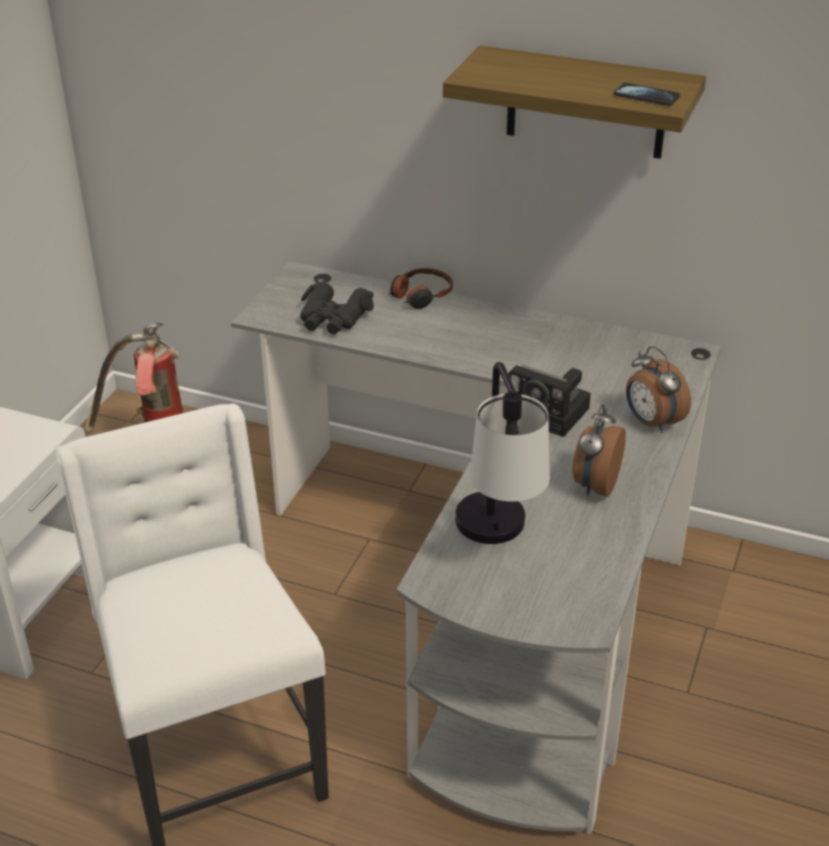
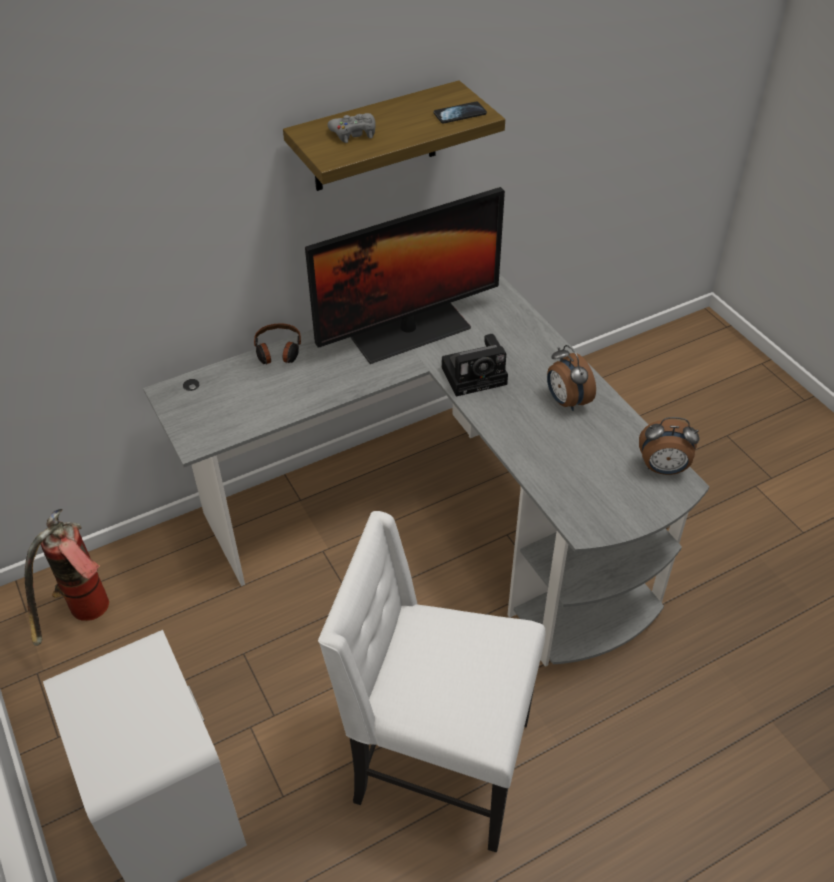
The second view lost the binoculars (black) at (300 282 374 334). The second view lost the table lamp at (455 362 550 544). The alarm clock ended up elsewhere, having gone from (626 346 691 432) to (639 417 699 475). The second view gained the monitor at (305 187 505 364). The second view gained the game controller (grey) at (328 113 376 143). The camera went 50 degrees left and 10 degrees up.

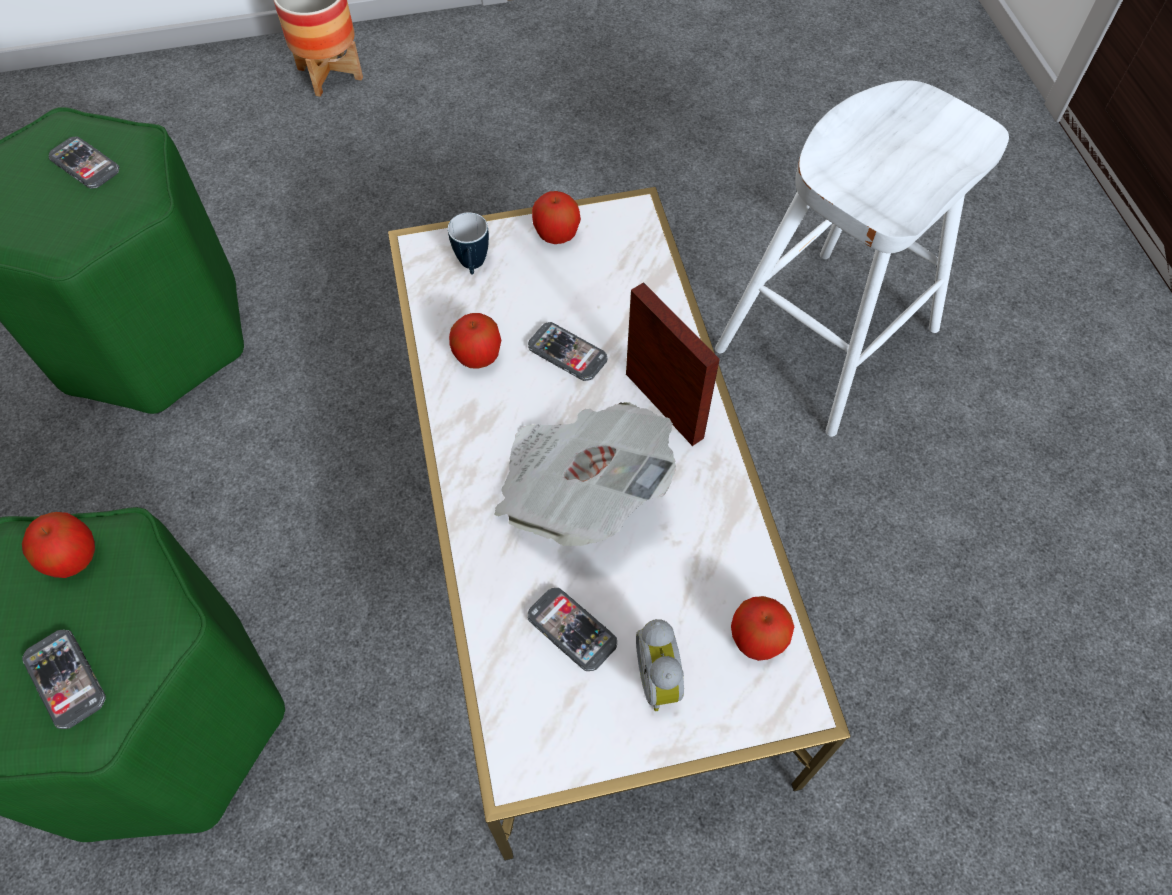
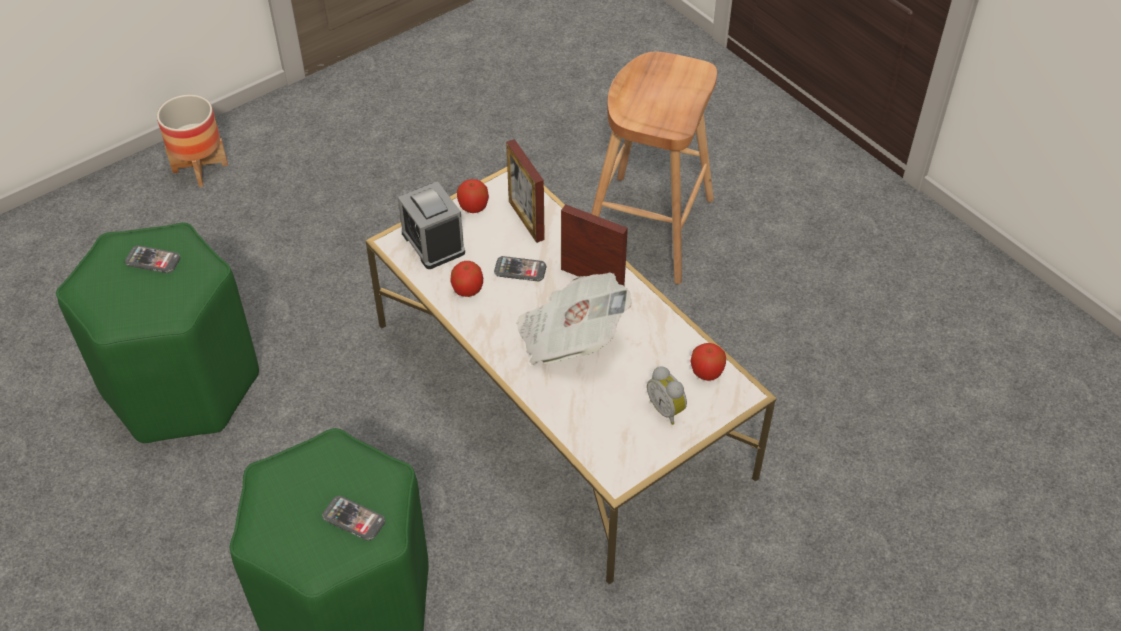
The second view lost the apple at (22 512 95 578). Where the mug stood at (448 212 489 274), the alarm clock came to stand at (398 181 465 269). The second view lost the phone at (528 588 617 671). What was the stool (white) at (715 80 1009 437) turned into the stool (brown) at (591 52 717 284). The second view gained the picture frame at (506 139 545 243). The camera went 25 degrees left and 10 degrees down.

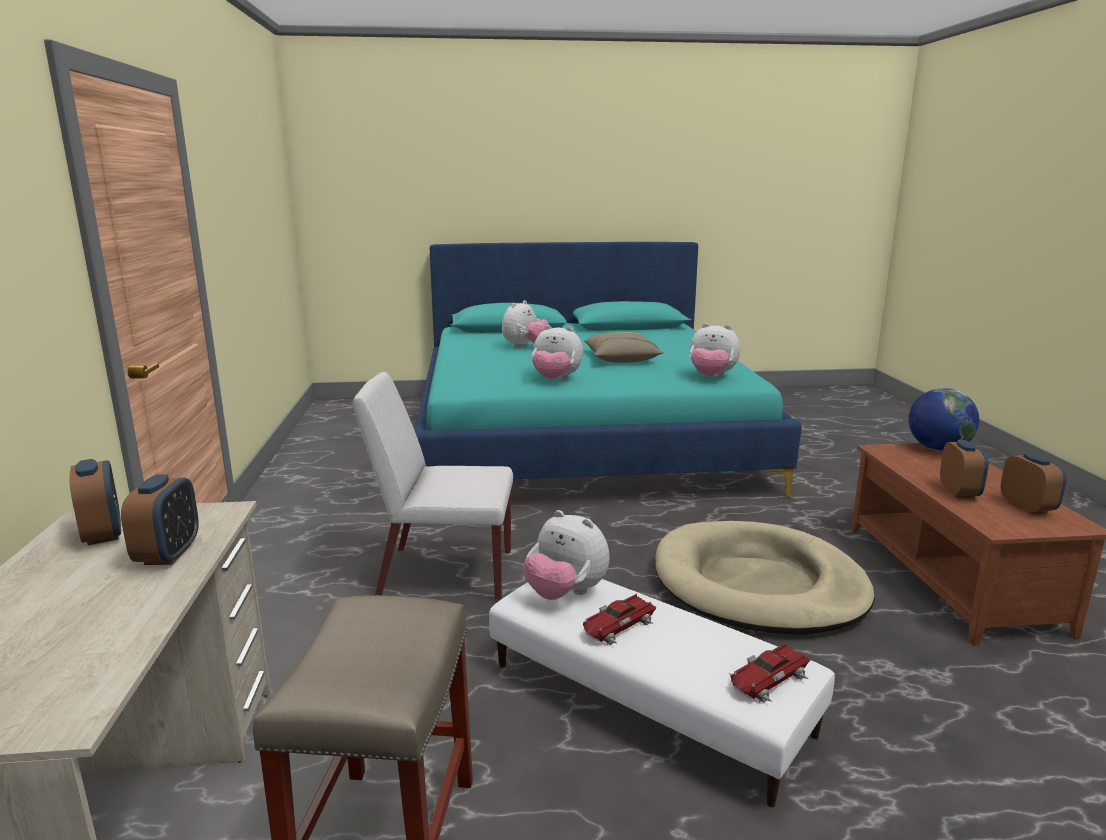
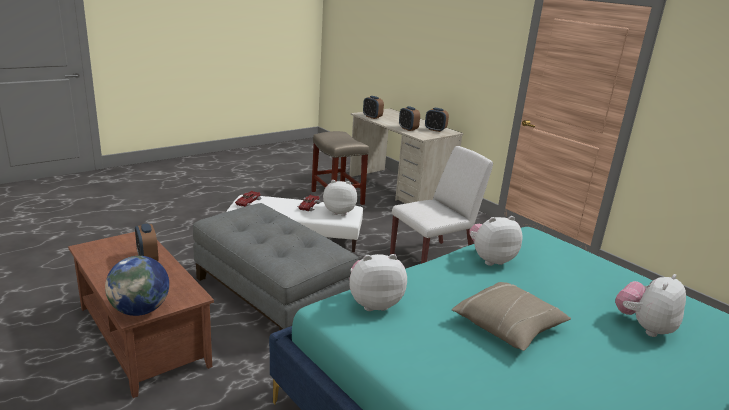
The plush toy at (502 300 549 348) ended up facing another way, 45 degrees clockwise from before. Where the dog bed (beige) stood at (656 521 874 635), the ottoman (grey) came to stand at (193 203 358 330). The alarm clock ended up elsewhere, having gone from (1001 453 1067 514) to (363 96 384 119). The camera went 145 degrees right and 5 degrees up.

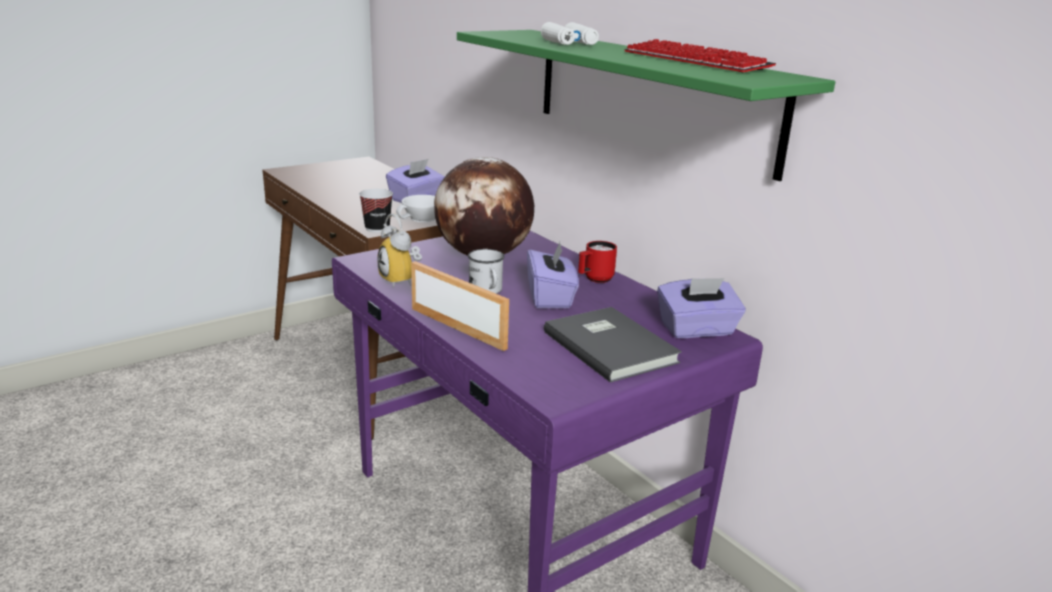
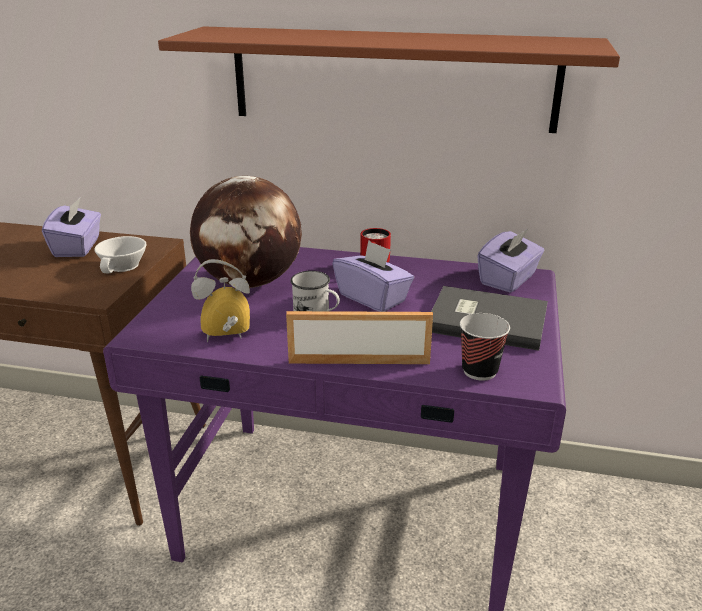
The cup ended up elsewhere, having gone from (359 189 393 233) to (460 313 510 381). The alarm clock at (377 213 422 287) ended up facing another way, 150 degrees clockwise from before. What was the shelf (green) at (457 30 835 181) turned into the shelf (brown) at (158 26 620 133). The second view lost the binoculars (white) at (541 22 599 45). The second view lost the keyboard at (624 39 776 72). The camera went 40 degrees left and 5 degrees up.

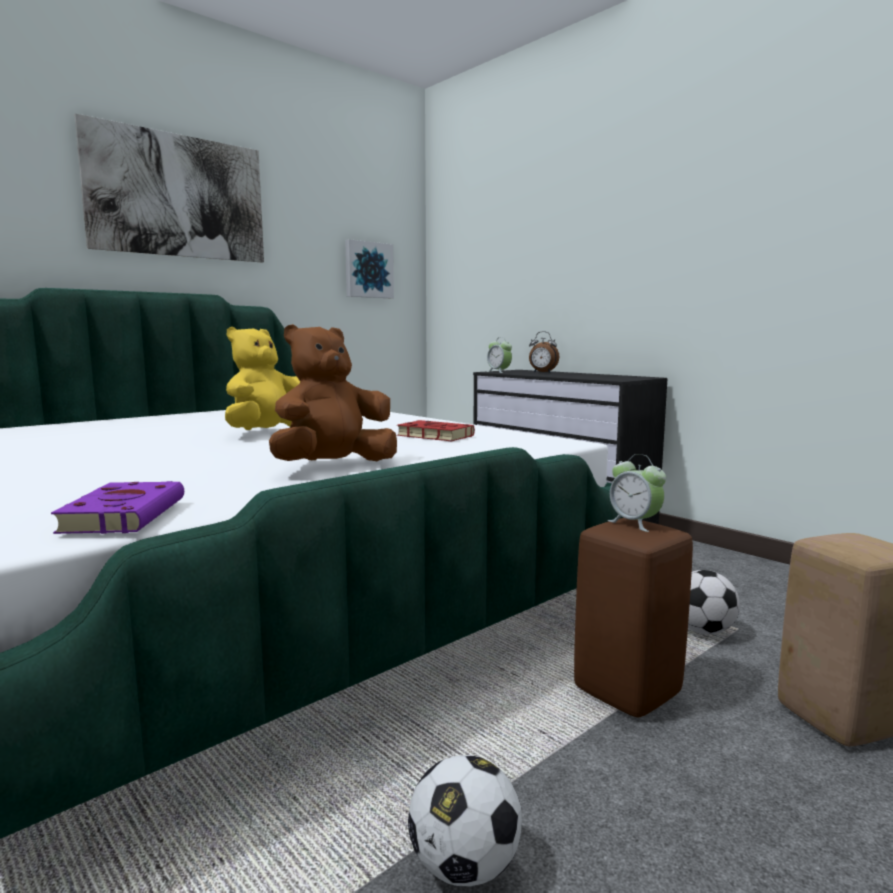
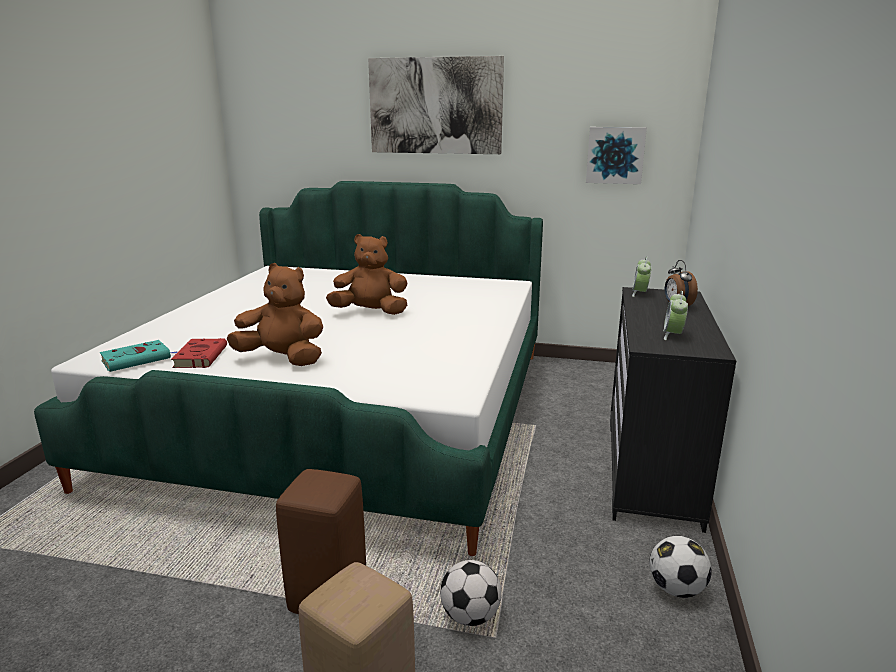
What was the book (purple) at (51 481 184 534) turned into the book (turquoise) at (100 340 177 372). What was the plush toy (yellow) at (225 327 300 430) turned into the plush toy (brown) at (326 234 407 315). The book (red) ended up elsewhere, having gone from (397 420 475 441) to (171 338 227 368). The football ended up elsewhere, having gone from (408 755 522 886) to (649 536 712 598). The alarm clock ended up elsewhere, having gone from (607 454 666 532) to (663 291 688 340). The camera went 55 degrees right and 10 degrees up.

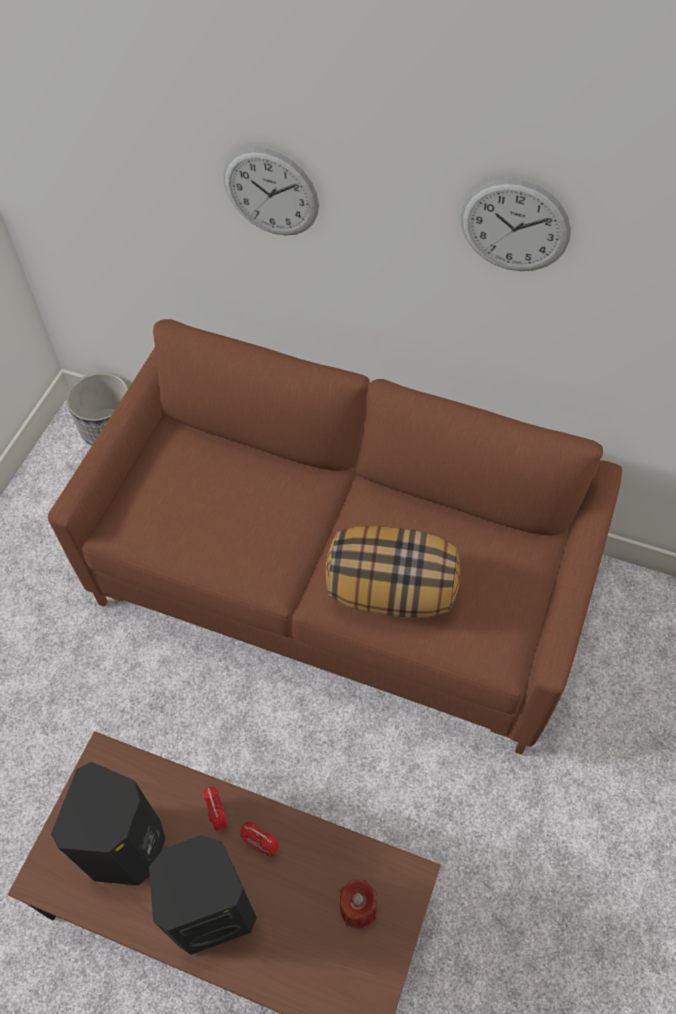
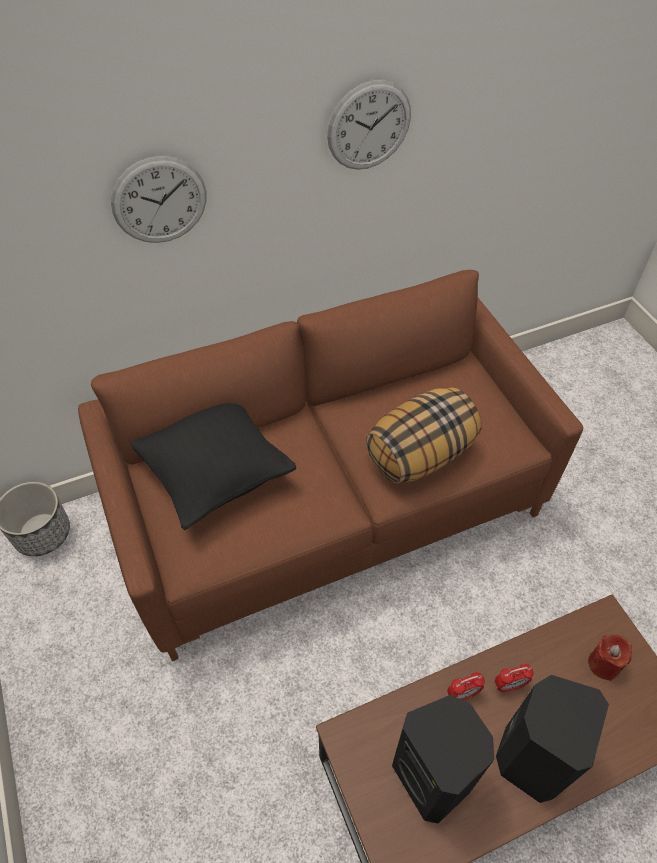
The alarm clock at (202 786 227 830) ended up facing another way, 135 degrees clockwise from before. The second view gained the pillow (black) at (130 403 296 530). The camera went 45 degrees left and 5 degrees down.

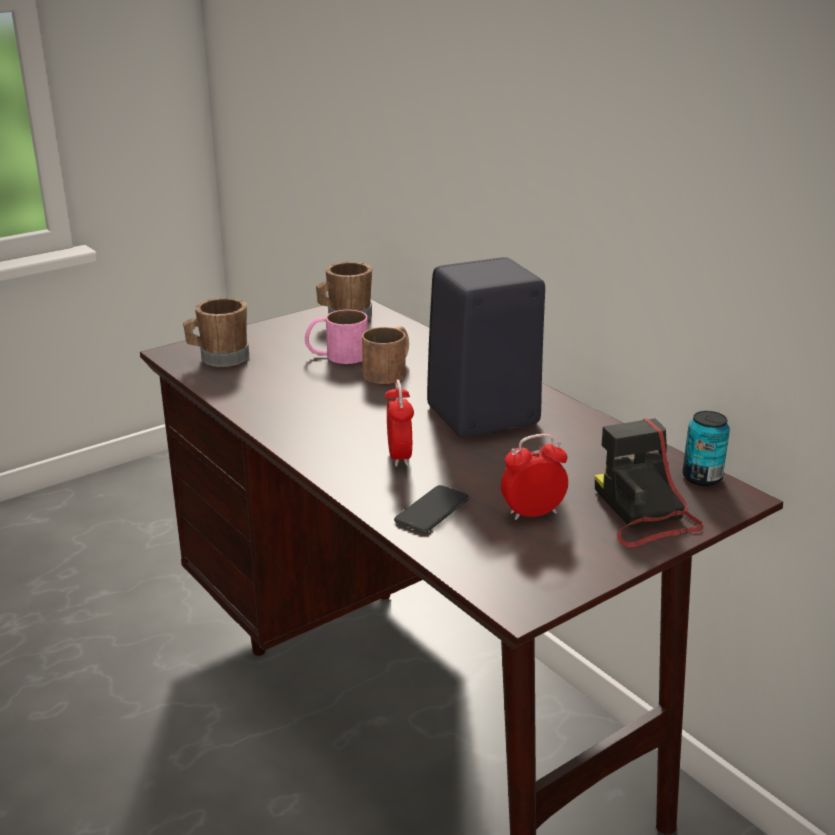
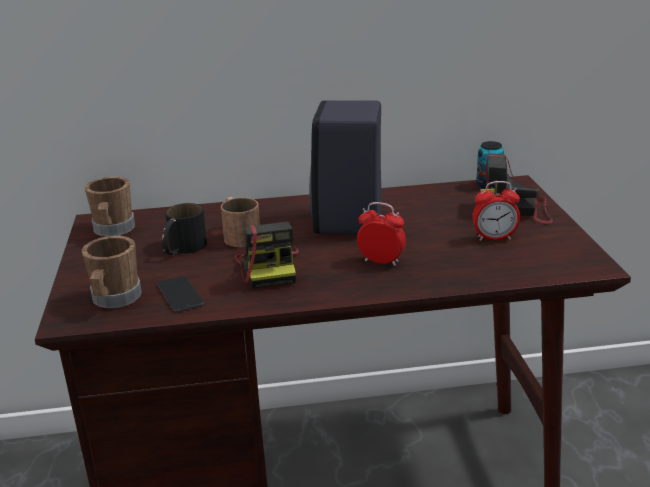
What was the mug (pink) at (305 310 368 364) turned into the mug (black) at (162 203 207 255). The phone ended up elsewhere, having gone from (394 485 469 533) to (158 276 204 312). The alarm clock at (501 434 568 520) ended up facing another way, 105 degrees counterclockwise from before. The second view gained the photo camera at (235 222 299 289). The camera went 60 degrees left and 0 degrees up.

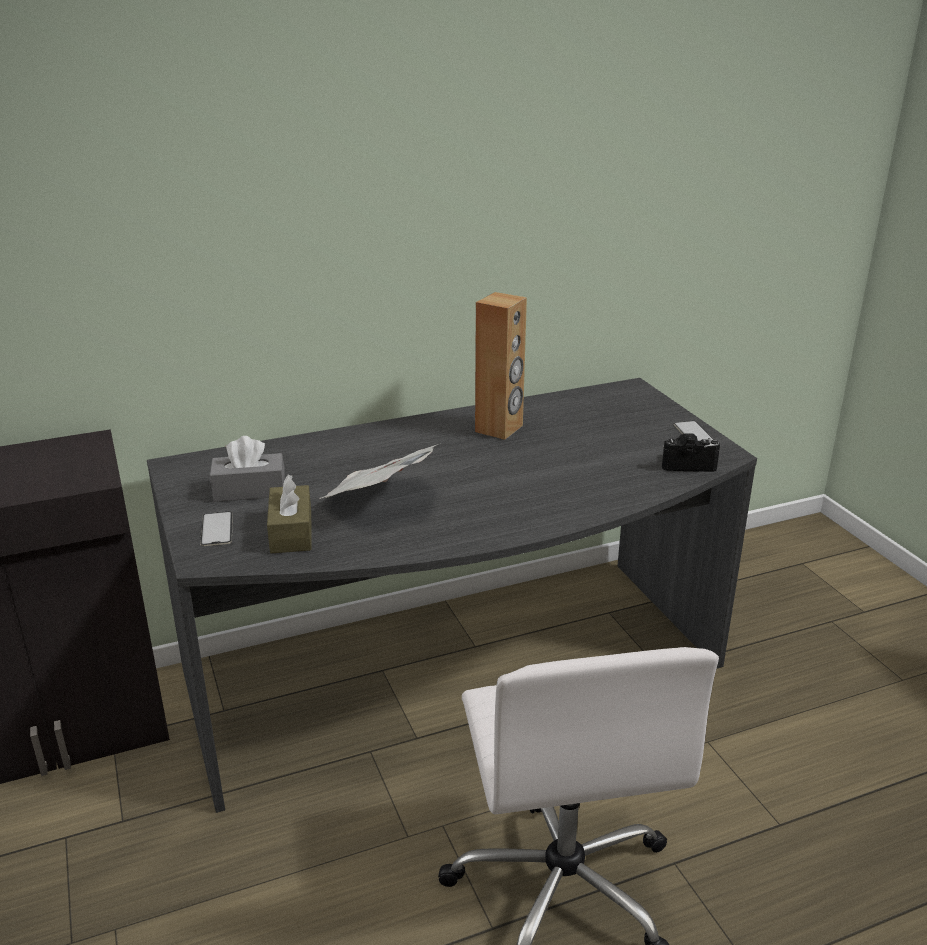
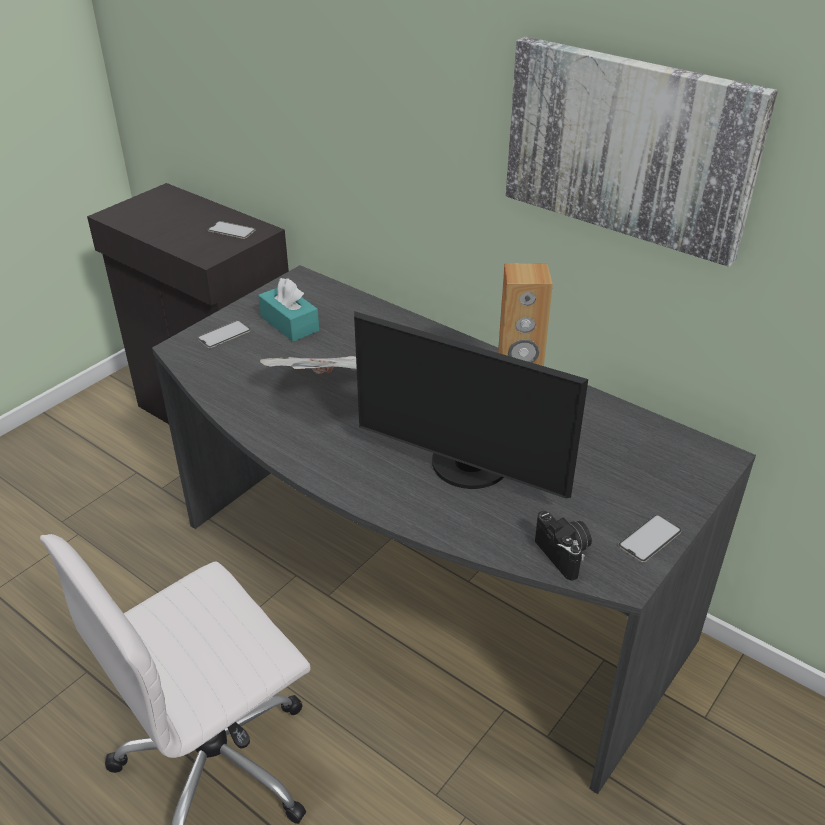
What was the tissue box (grey) at (210 436 285 502) turned into the tissue box (turquoise) at (258 278 319 342). The second view lost the tissue box (brown) at (267 474 312 553). The second view gained the phone at (208 221 256 239). The second view gained the monitor at (354 311 588 498). The second view gained the picture at (506 37 778 267). The camera went 60 degrees right and 10 degrees up.

